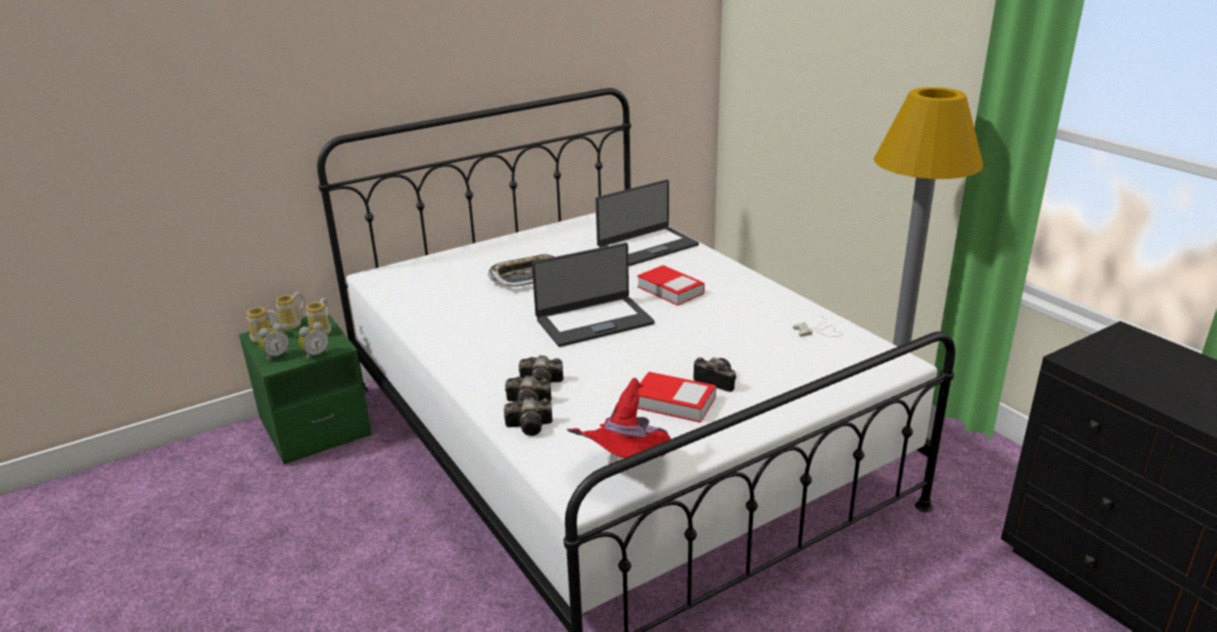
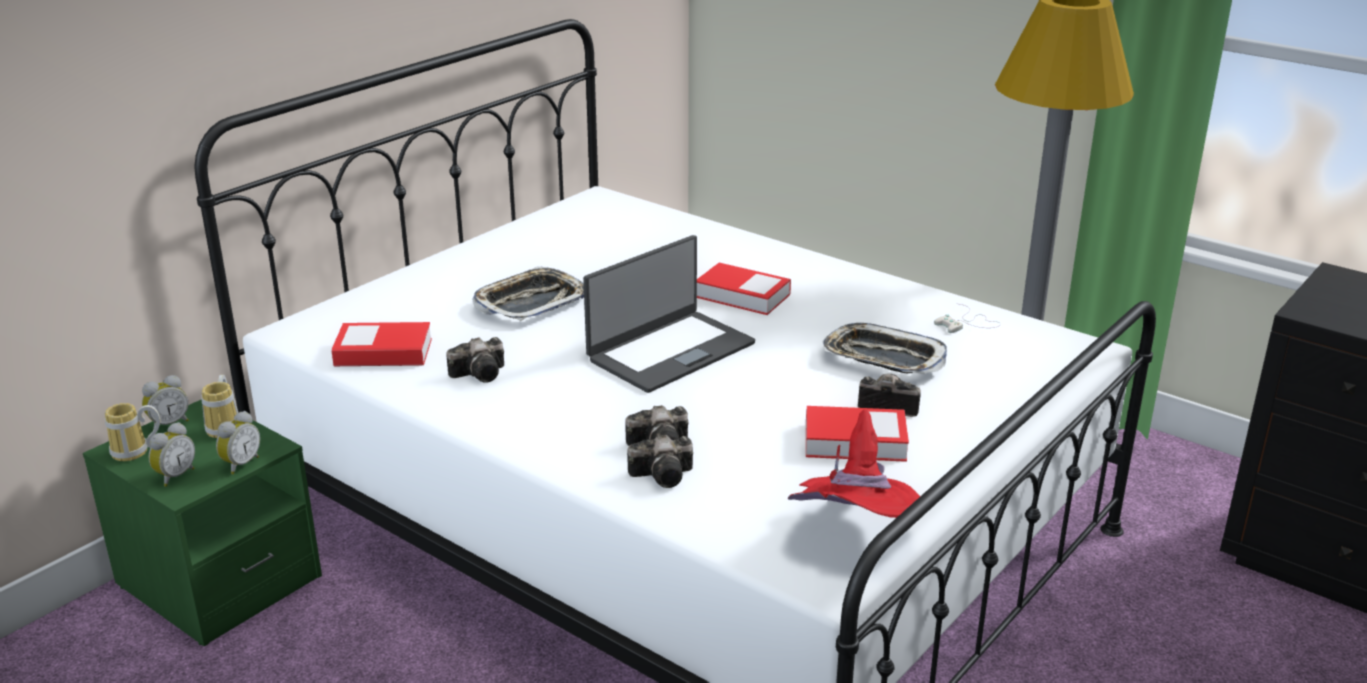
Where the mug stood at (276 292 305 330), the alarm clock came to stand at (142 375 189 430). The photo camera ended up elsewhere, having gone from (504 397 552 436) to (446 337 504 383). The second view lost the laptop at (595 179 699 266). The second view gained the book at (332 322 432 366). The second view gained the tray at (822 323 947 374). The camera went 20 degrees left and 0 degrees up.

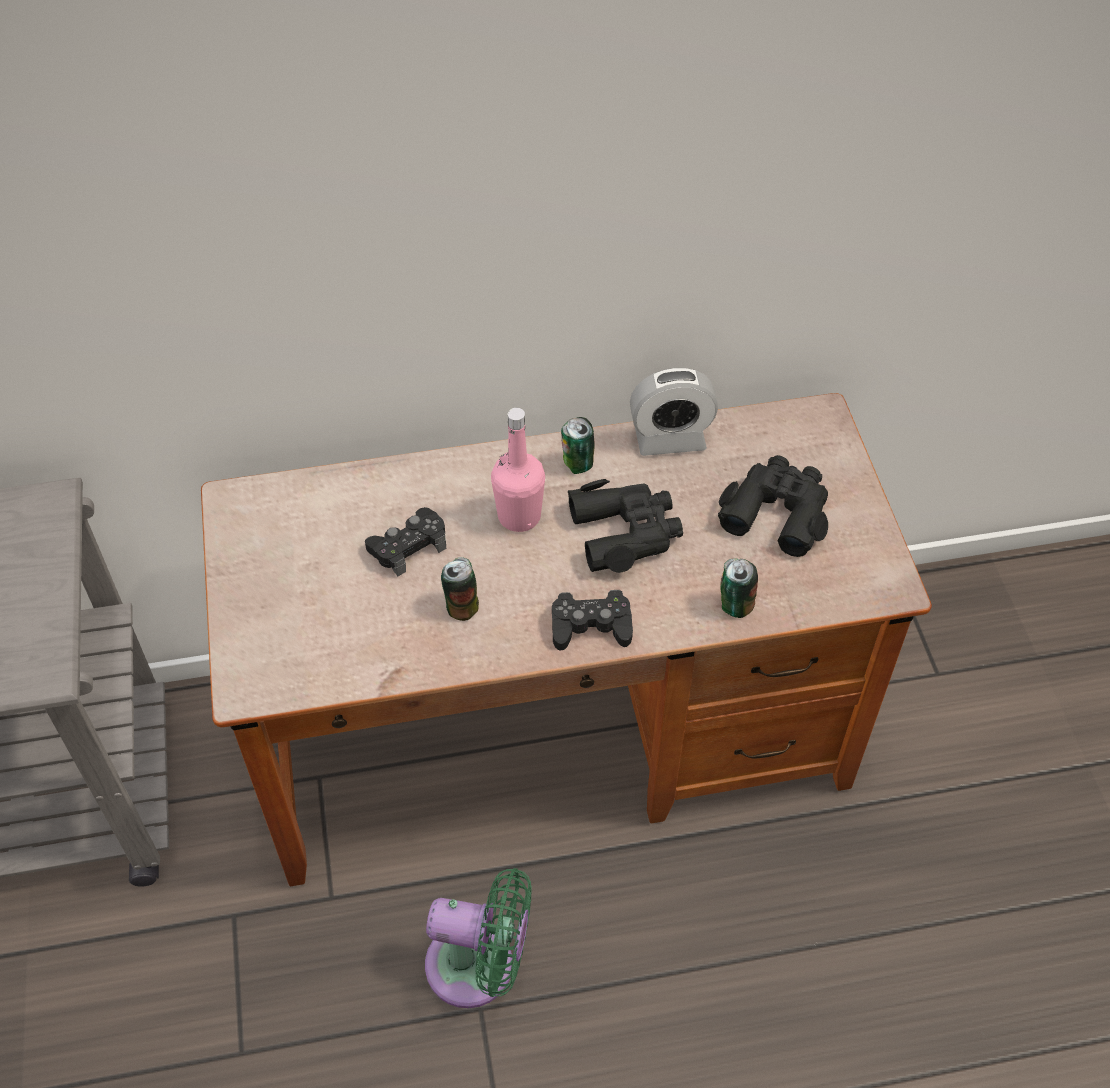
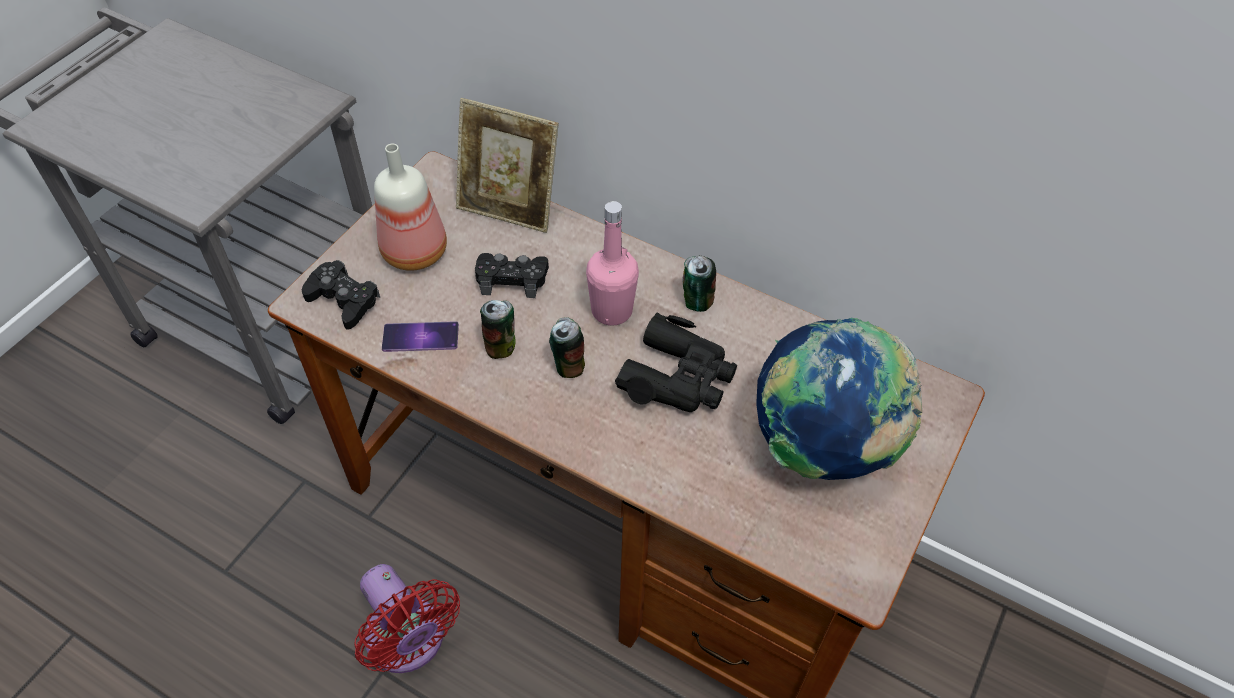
What was the fan (green) at (425 868 532 1008) turned into the fan (red) at (354 564 460 673). The game controller (black) ended up elsewhere, having gone from (552 590 633 650) to (302 260 380 329). The second view lost the alarm clock at (630 368 718 456). Where the binoculars (black) stood at (718 455 828 557), the globe came to stand at (756 318 922 480). The can ended up elsewhere, having gone from (720 559 758 618) to (549 317 585 378). The second view gained the bottle at (374 144 447 271). The second view gained the phone at (382 321 459 352). The second view gained the picture frame at (456 98 559 233). The camera went 40 degrees right and 0 degrees up.

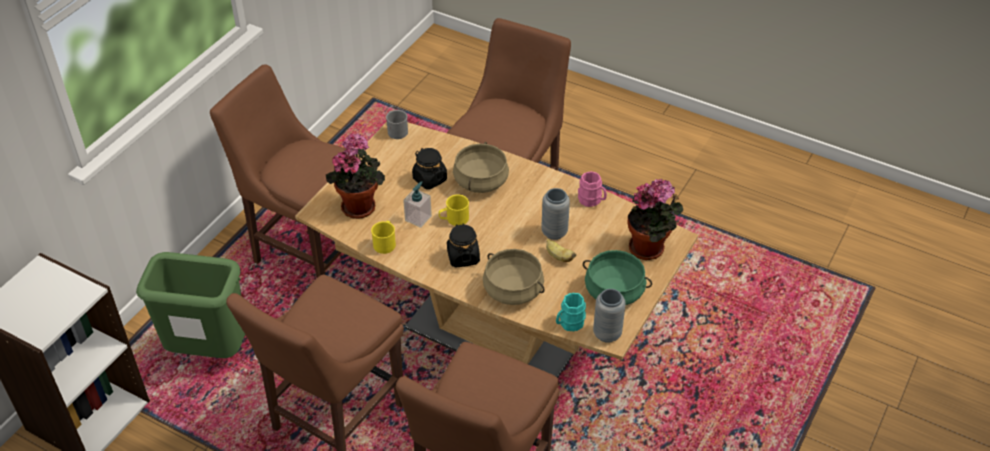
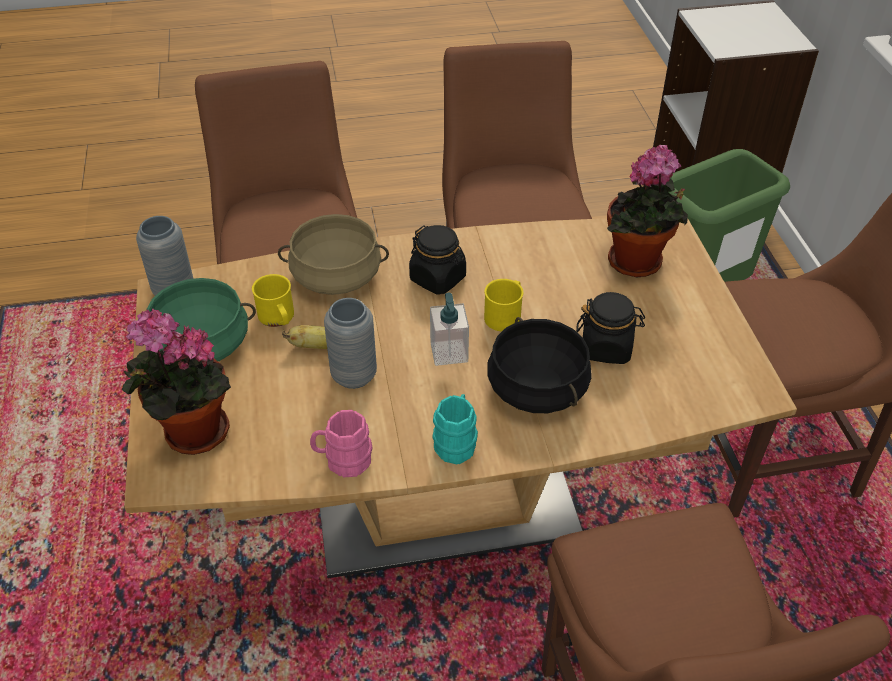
The mug (yellow) ended up elsewhere, having gone from (371 221 396 254) to (252 274 294 327). The second view lost the mug (grey) at (386 110 408 139). The soap dispenser ended up elsewhere, having gone from (403 181 432 228) to (430 292 469 366). What was the cooking pot (beige) at (453 142 509 193) turned into the cooking pot (black) at (487 317 592 413). The mug (turquoise) ended up elsewhere, having gone from (556 293 586 331) to (433 394 478 464). The camera went 140 degrees right and 0 degrees up.

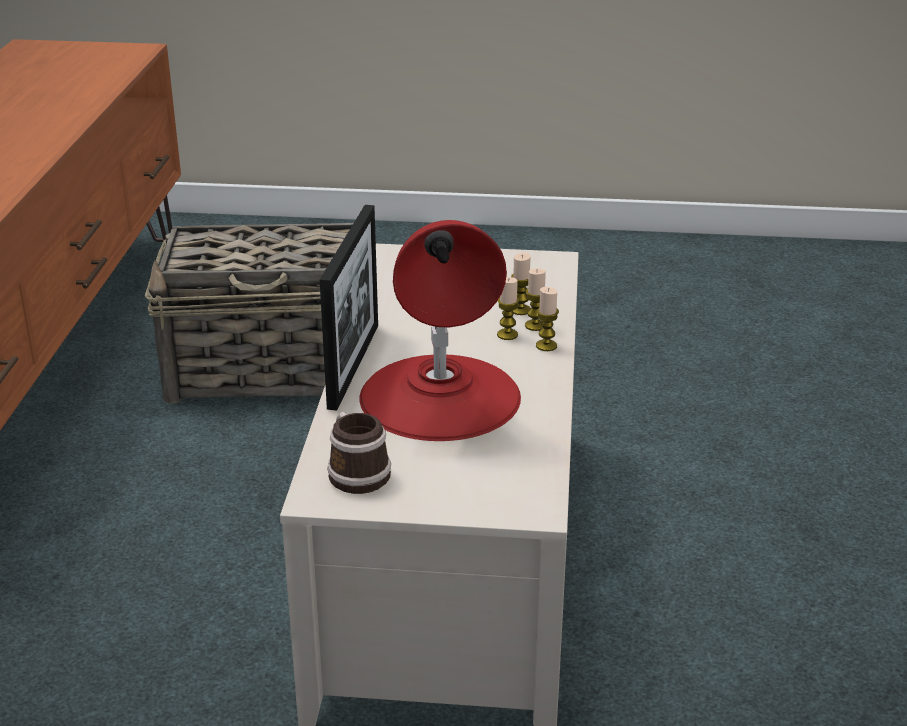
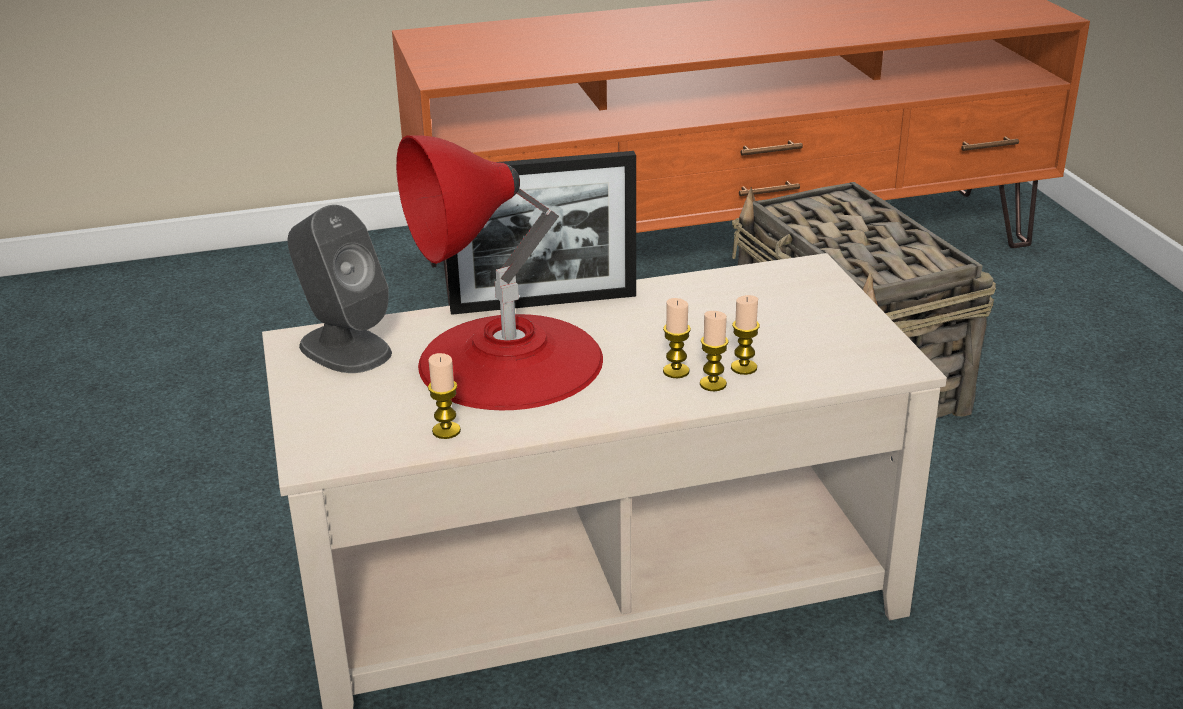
Where the mug stood at (327 412 391 494), the speaker (grey) came to stand at (288 205 392 373). The candle ended up elsewhere, having gone from (536 287 559 351) to (428 353 461 439). The camera went 70 degrees right and 0 degrees up.

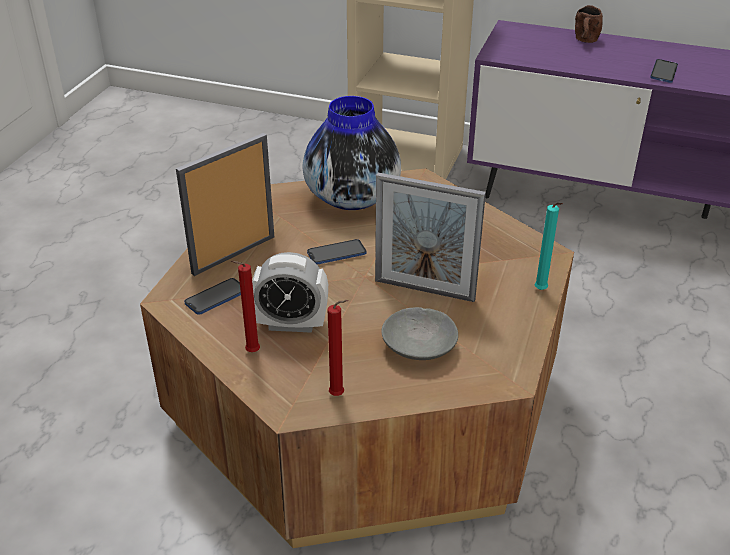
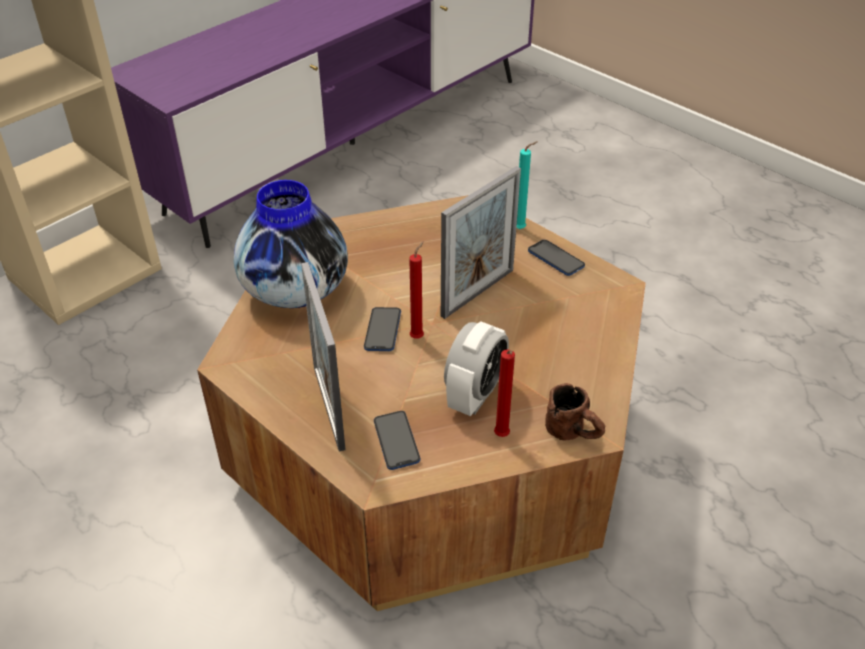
The candle (red) ended up elsewhere, having gone from (328 300 348 396) to (409 242 424 339). The second view lost the bowl (grey) at (381 307 458 360). The mug (brown) ended up elsewhere, having gone from (575 5 603 43) to (545 383 605 441). The phone ended up elsewhere, having gone from (650 59 678 83) to (528 240 585 276). The camera went 65 degrees left and 5 degrees up.

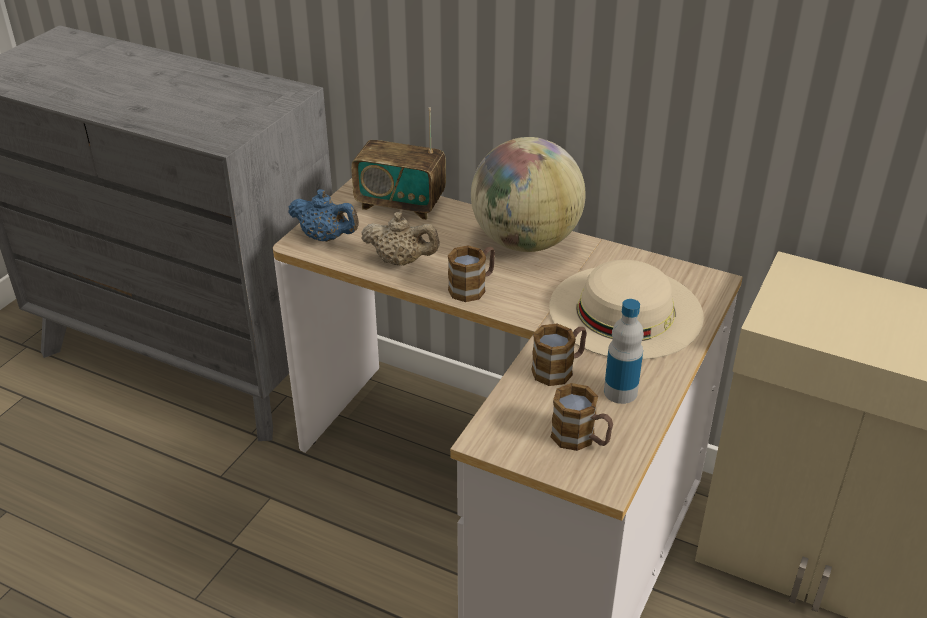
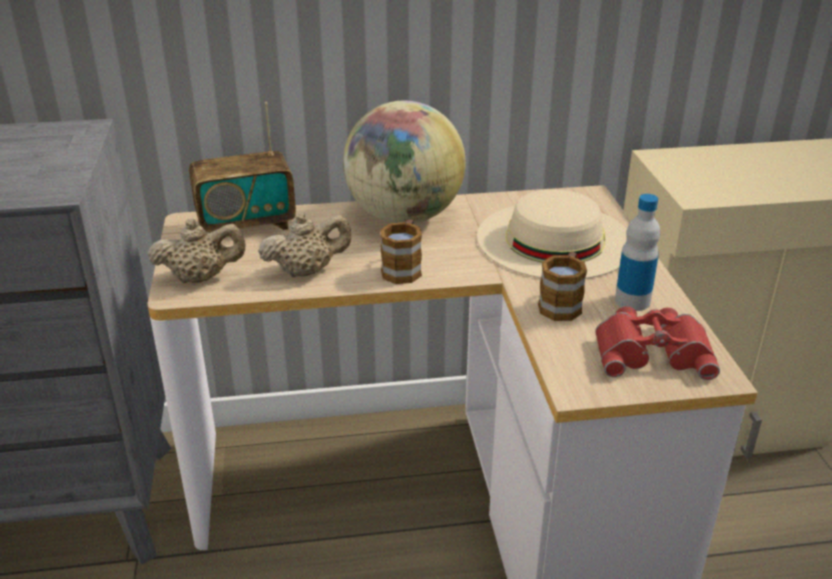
What was the teapot (blue) at (288 189 359 242) turned into the teapot (beige) at (147 218 246 283). Where the mug stood at (551 383 613 451), the binoculars (red) came to stand at (595 306 720 380). The camera went 35 degrees left and 5 degrees down.

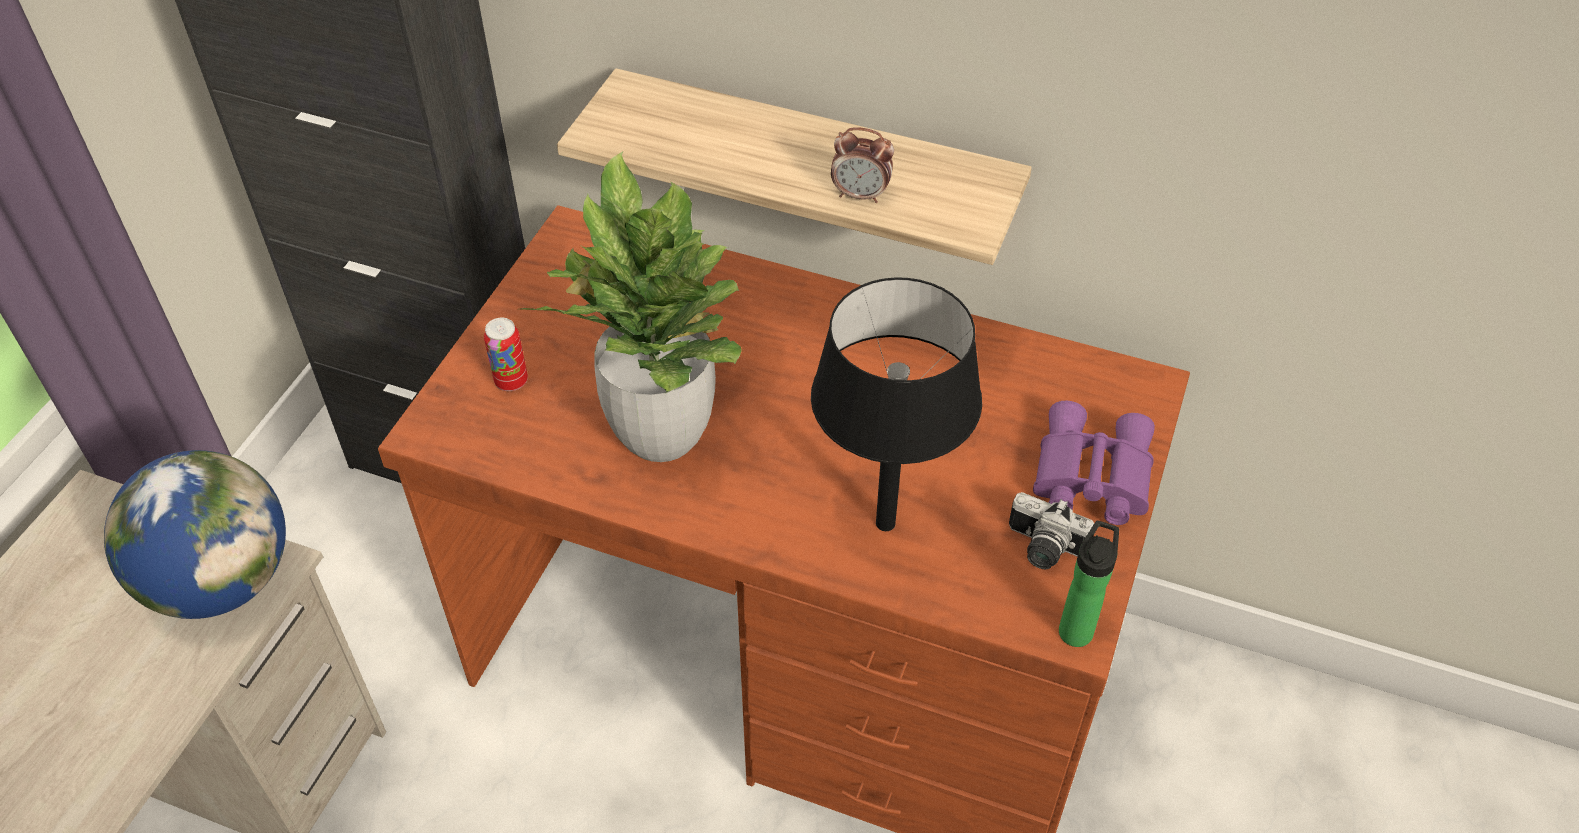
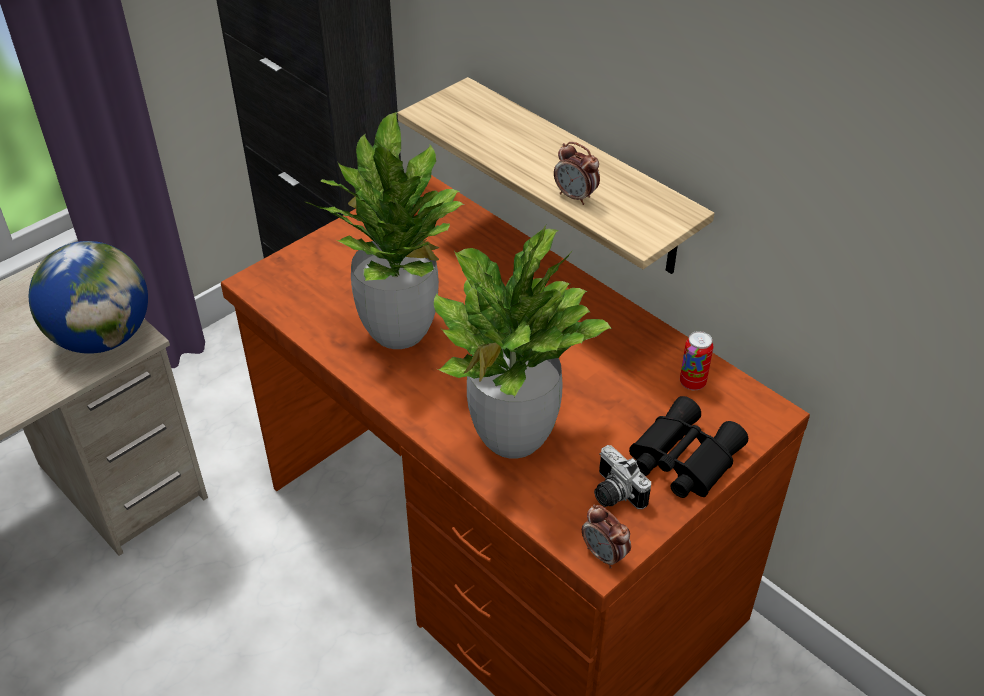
The can ended up elsewhere, having gone from (484 318 528 391) to (680 331 713 390). Where the table lamp (black) stood at (811 277 982 531), the potted plant came to stand at (434 223 612 458). What was the binoculars (purple) at (1033 401 1155 525) turned into the binoculars (black) at (629 396 748 498). Where the bottle stood at (1059 521 1119 647), the alarm clock came to stand at (582 504 631 569). The camera went 25 degrees right and 5 degrees down.

